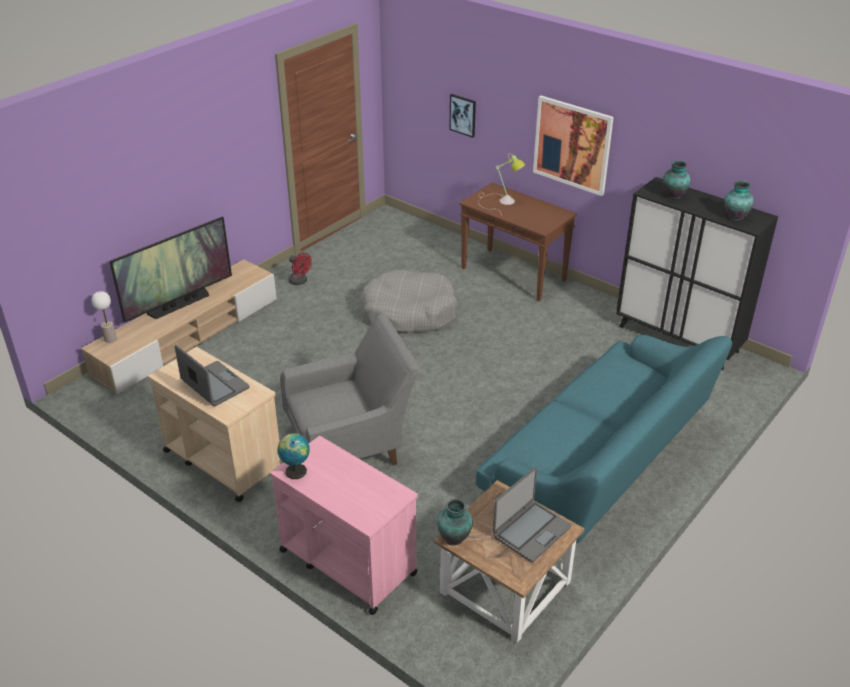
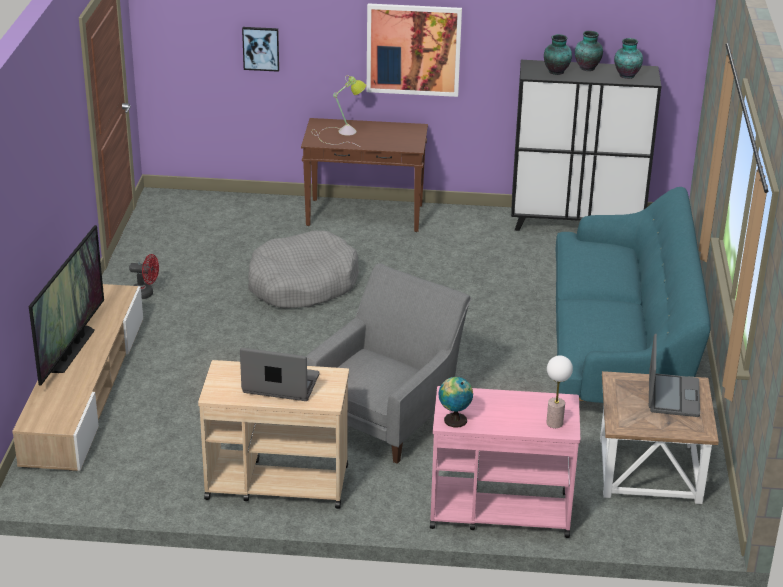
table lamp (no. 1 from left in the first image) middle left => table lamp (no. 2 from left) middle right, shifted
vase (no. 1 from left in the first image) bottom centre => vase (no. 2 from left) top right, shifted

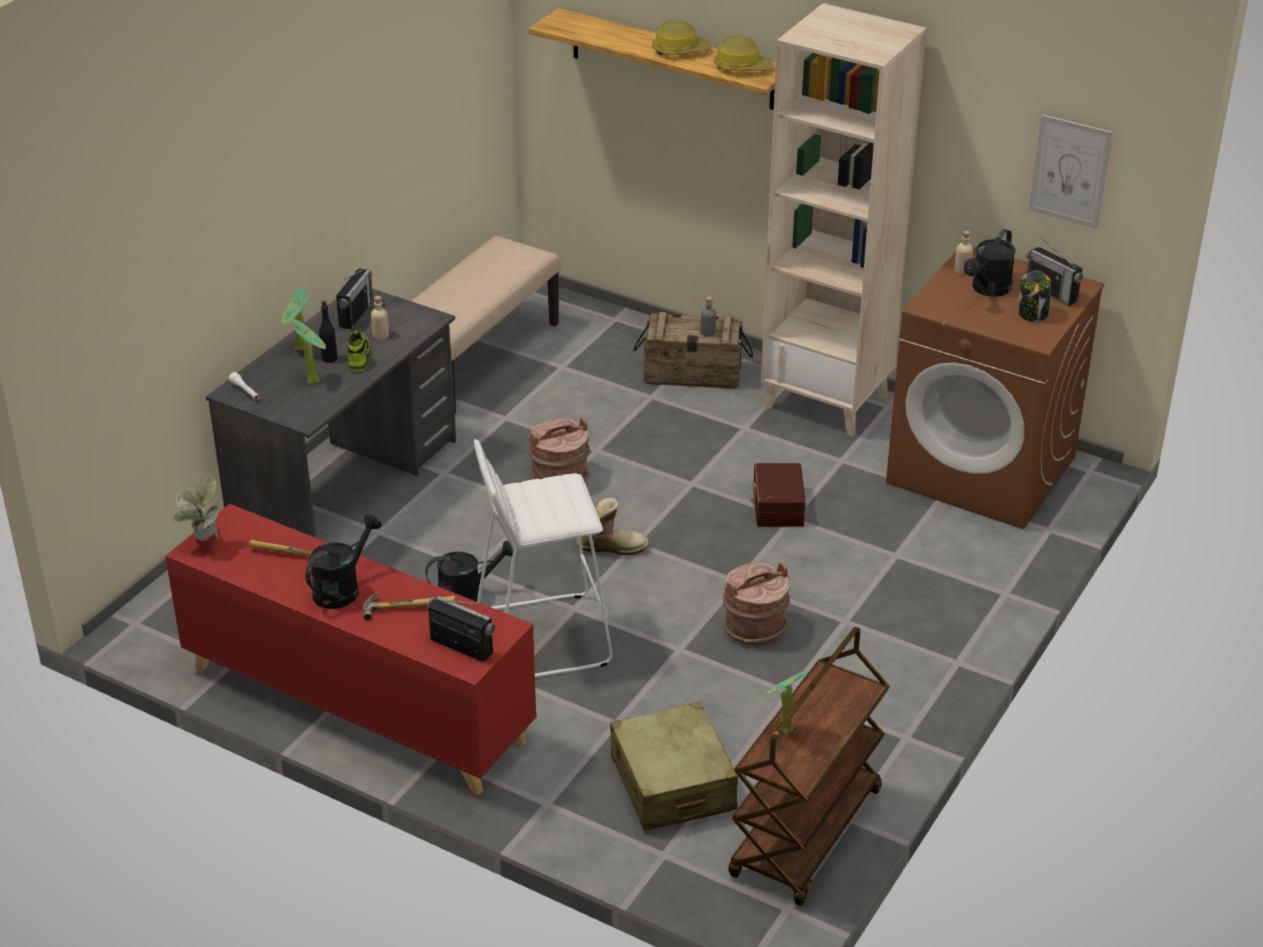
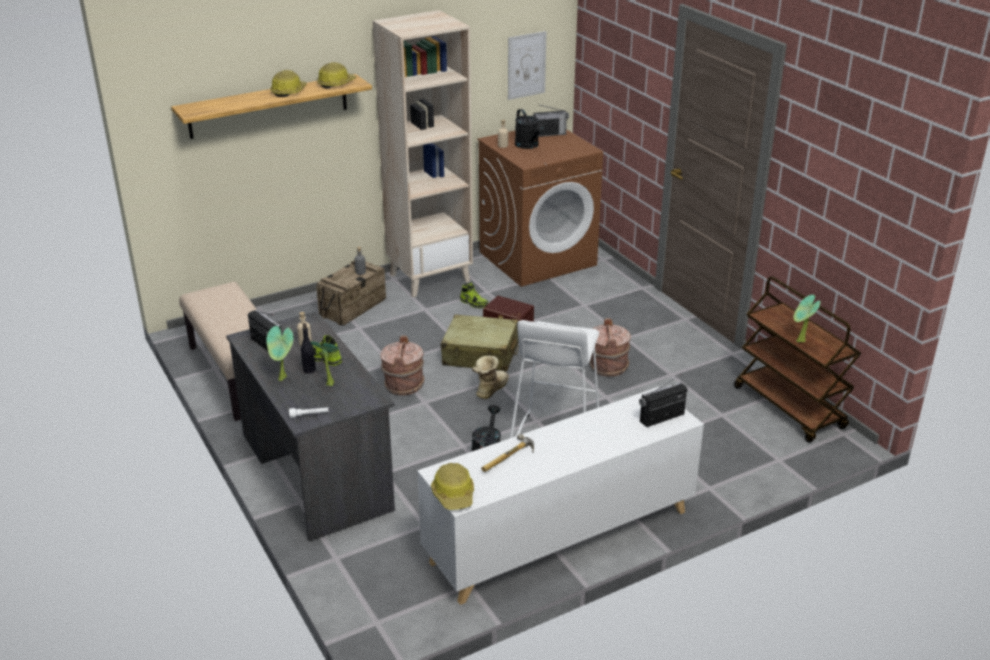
red cabinet bottom left => white cabinet bottom centre
potted plant (no. 1 from left) middle left => hard hat (no. 3 from left) bottom centre
black watering can (no. 1 from left) middle left => nothing
hammer (no. 2 from left) middle left => nothing
beige suitcase bottom centre => beige suitcase centre, shifted
jar top right => nothing
nothing => shoe (no. 2 from left) centre

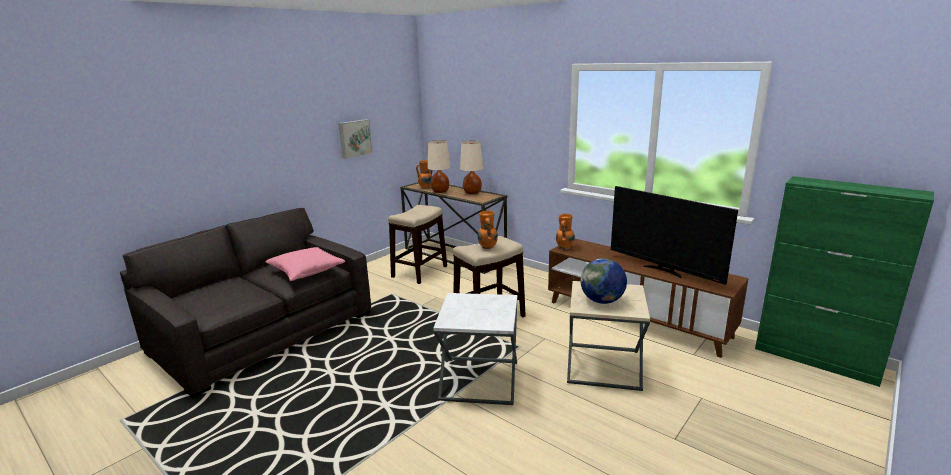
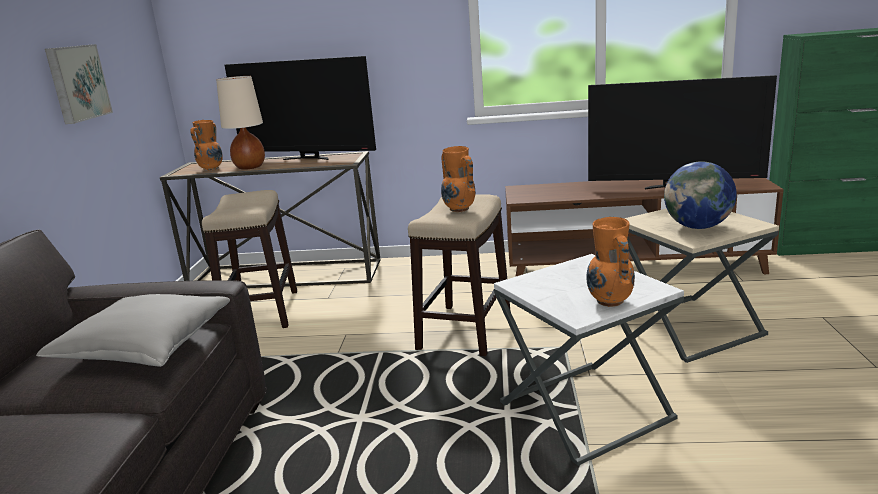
pink pillow middle left => grey pillow bottom left
beige table lamp (no. 2 from left) centre => television (no. 1 from left) top centre
orange vase (no. 3 from left) centre => orange vase (no. 3 from left) middle right, shifted

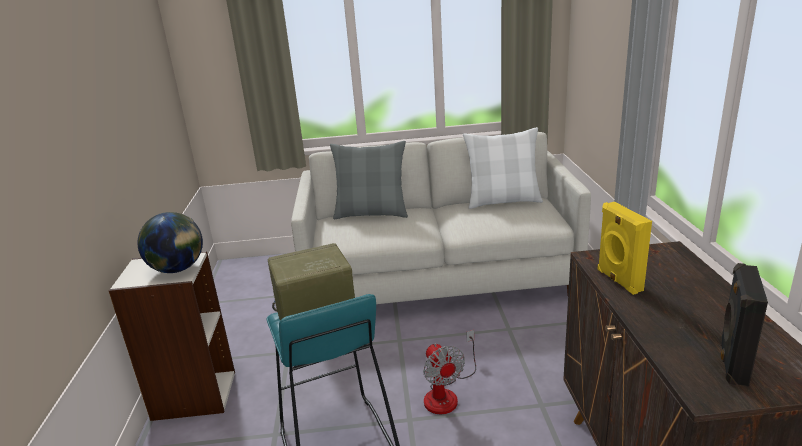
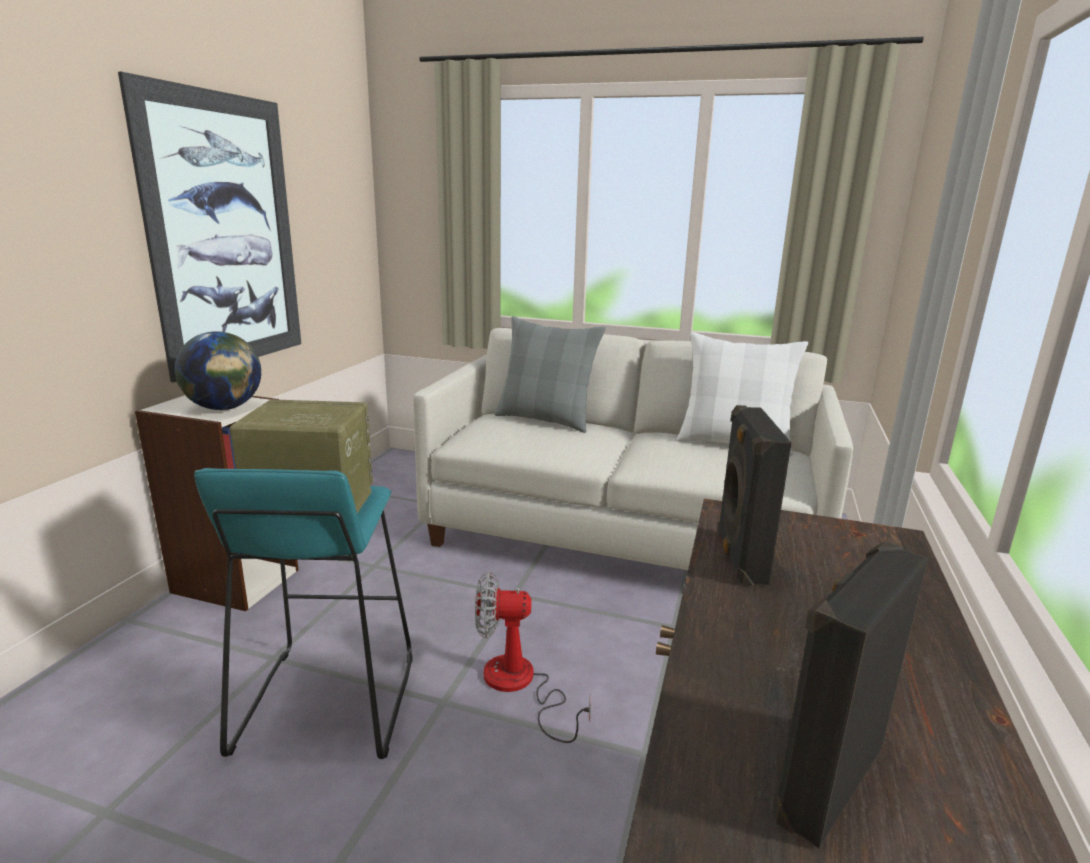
fan bottom centre, 90 degrees clockwise
yellow speaker middle right => black speaker (no. 1 from left) middle right
nothing => picture top left

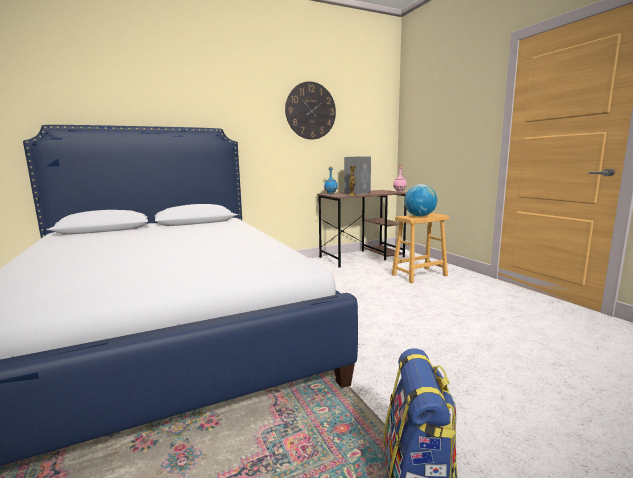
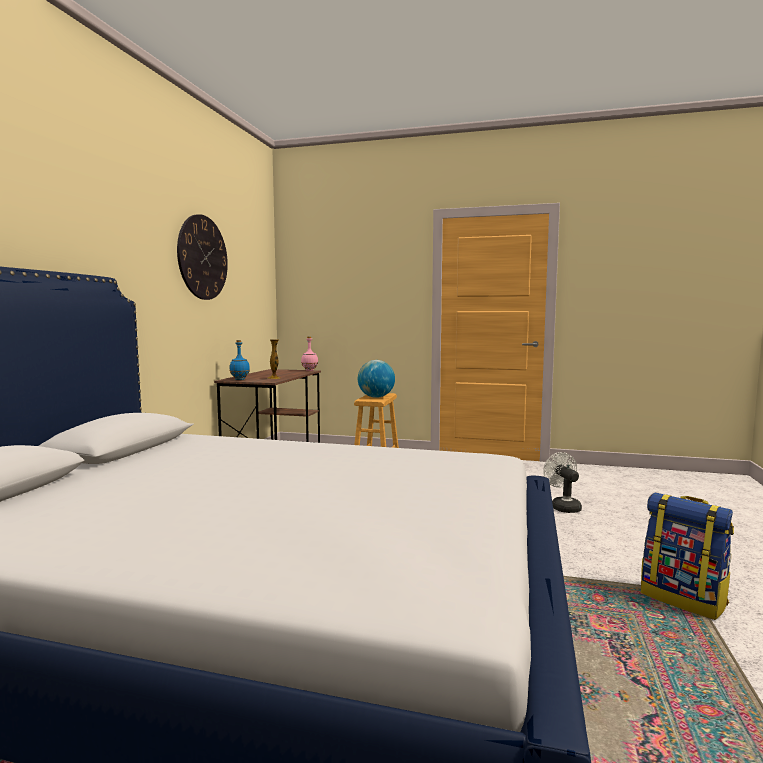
grey speaker centre => nothing
nothing => white fan middle right

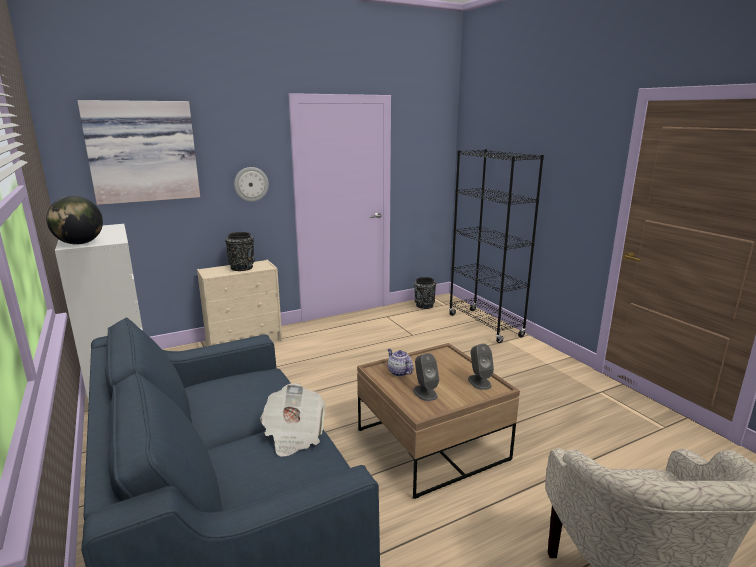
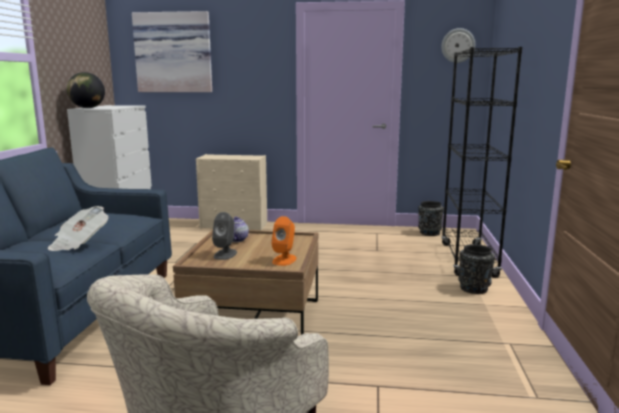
black vase (no. 1 from left in the first image) middle left => black vase (no. 2 from left) middle right, shifted
wall clock top left => wall clock top right, shifted
grey speaker (no. 2 from left) centre => orange speaker centre

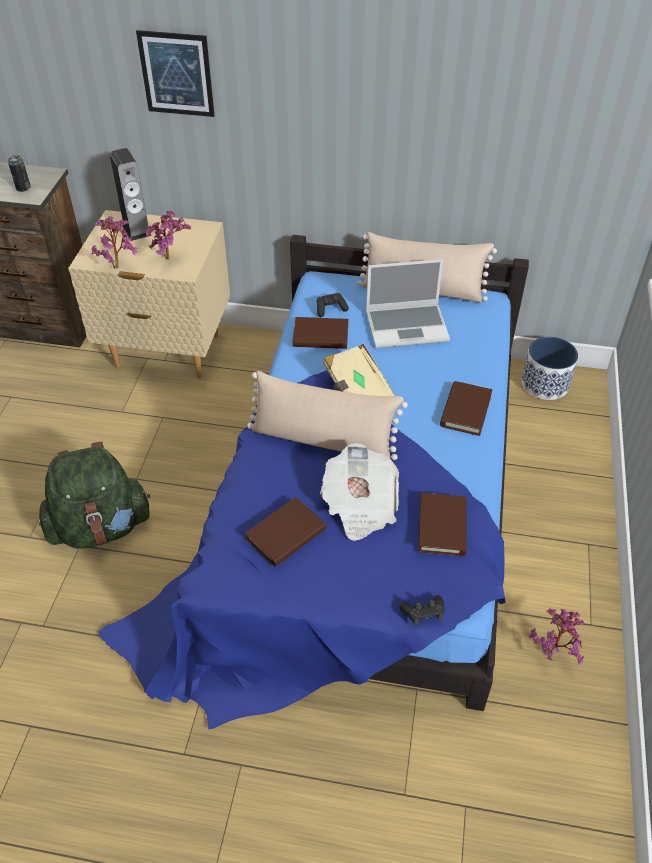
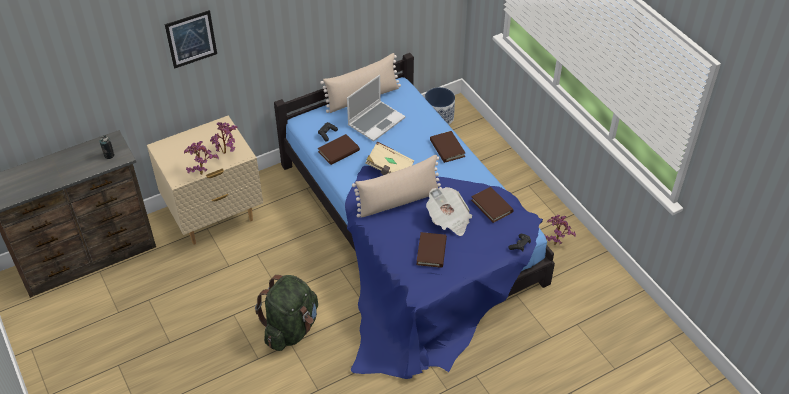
speaker top left => nothing

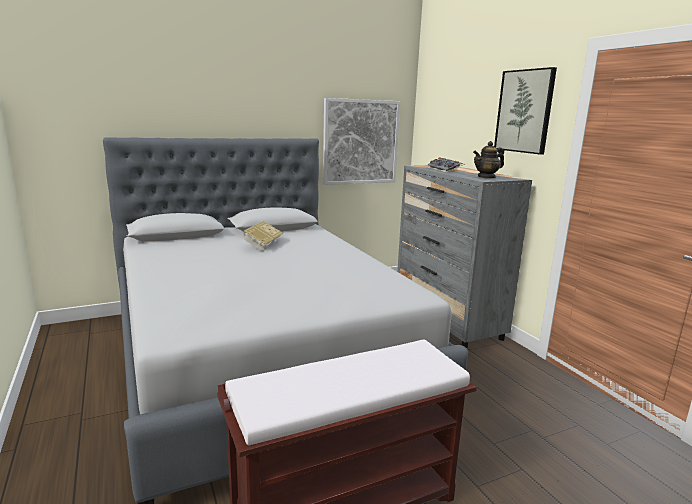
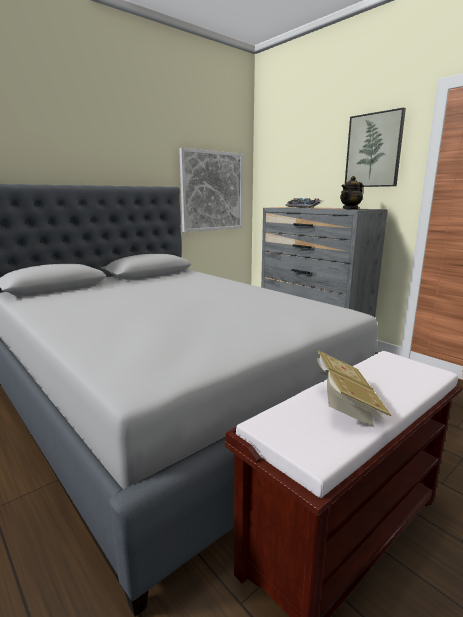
book centre => book middle right, shifted

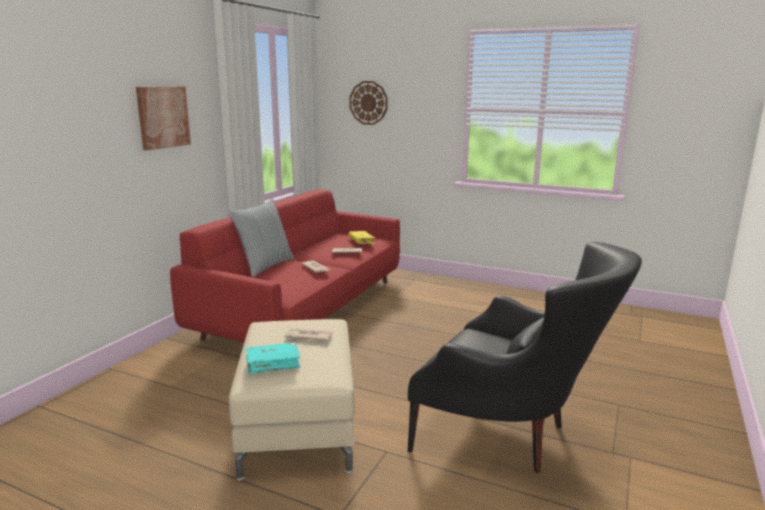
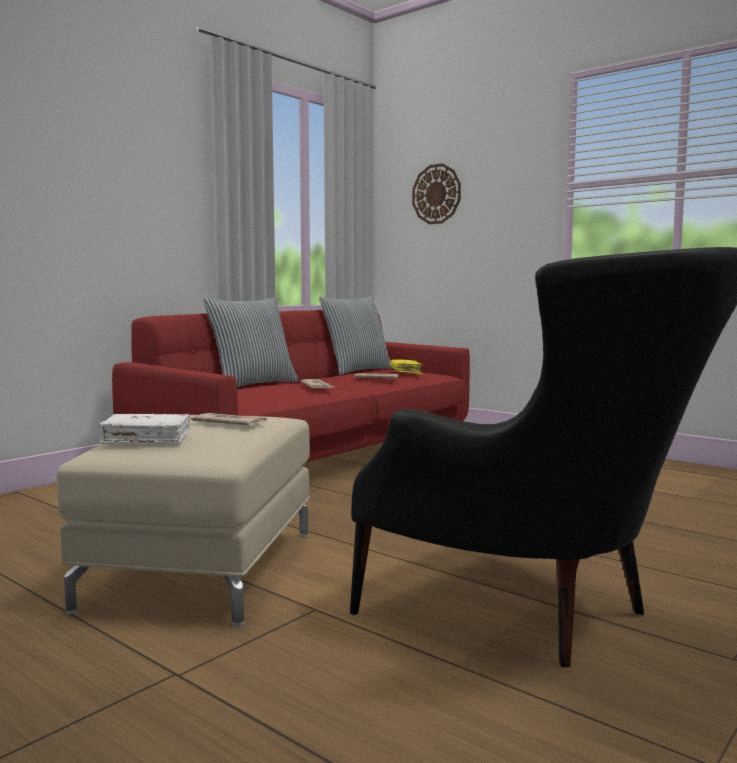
picture top left => nothing
turquoise book bottom centre => white book middle left
nothing => pillow (no. 2 from left) centre

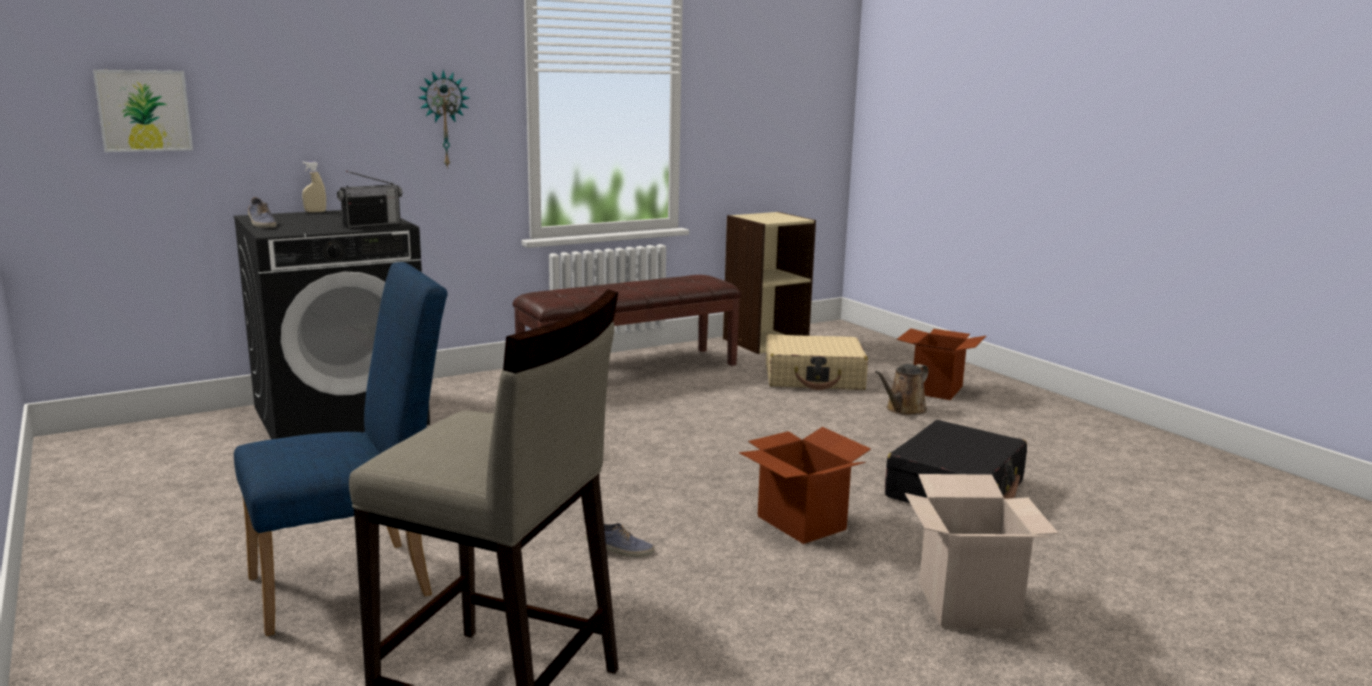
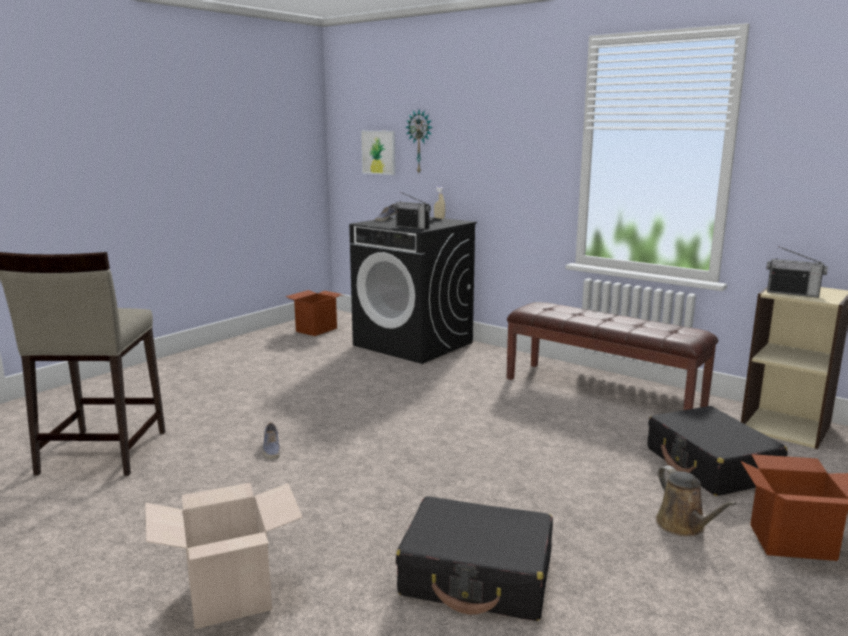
blue chair middle left => nothing
wall clock top left => wall clock top centre, shifted
cardboard box (no. 1 from left in the first image) bottom centre => cardboard box (no. 2 from left) centre, shifted
beige suitcase centre => black suitcase (no. 2 from left) bottom right
brown watering can centre => brown watering can bottom right, 135 degrees counterclockwise
nothing => radio (no. 2 from left) middle right

